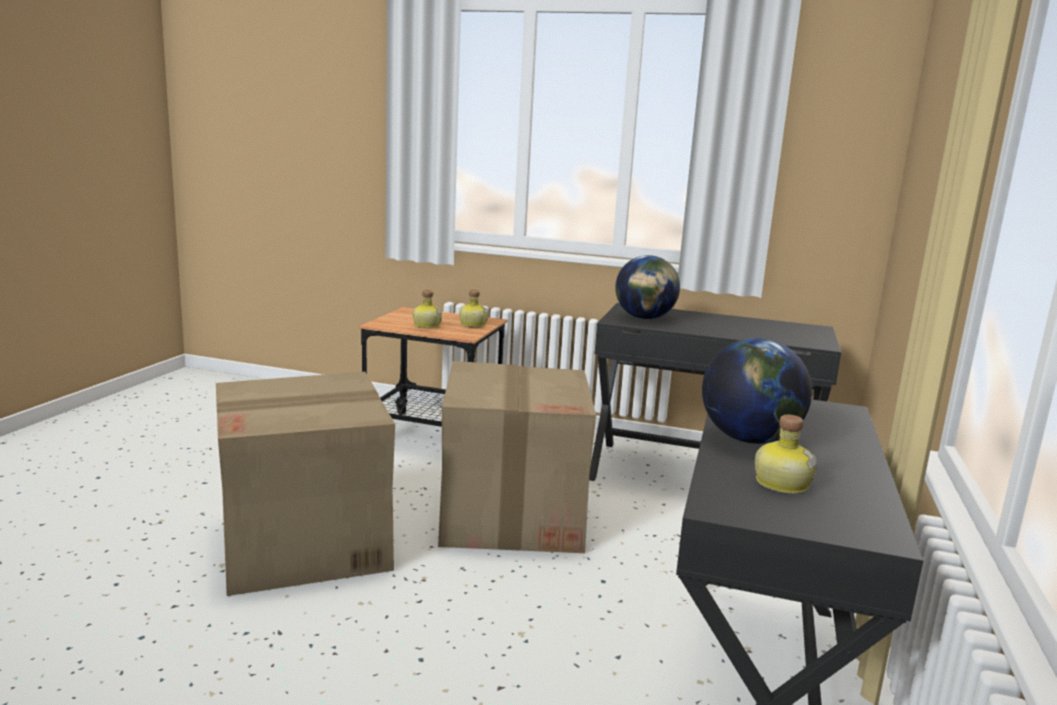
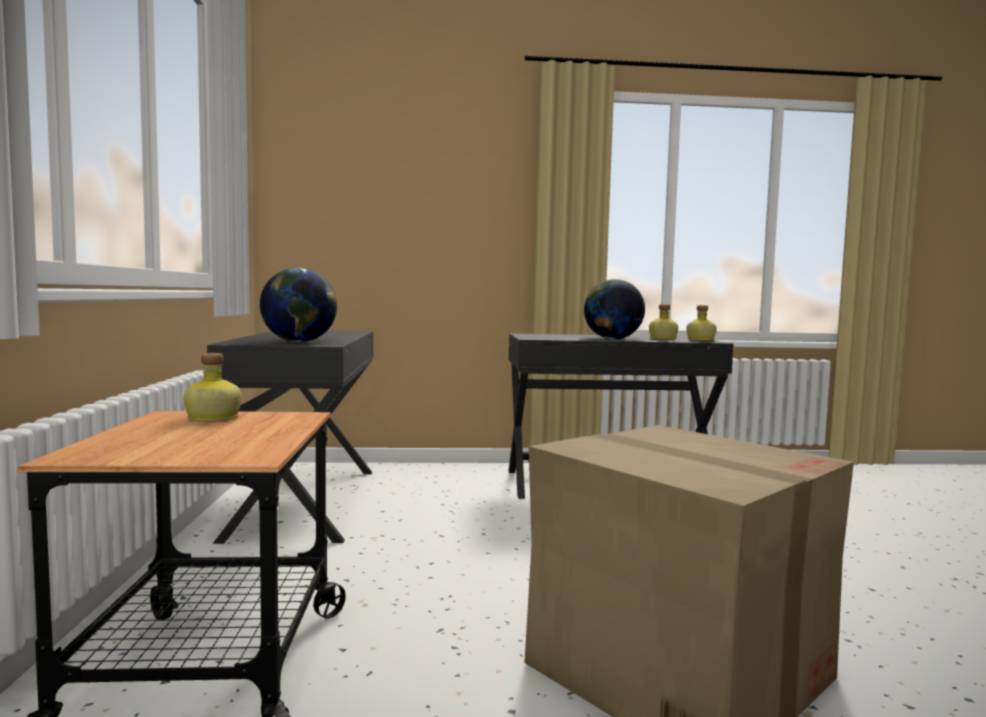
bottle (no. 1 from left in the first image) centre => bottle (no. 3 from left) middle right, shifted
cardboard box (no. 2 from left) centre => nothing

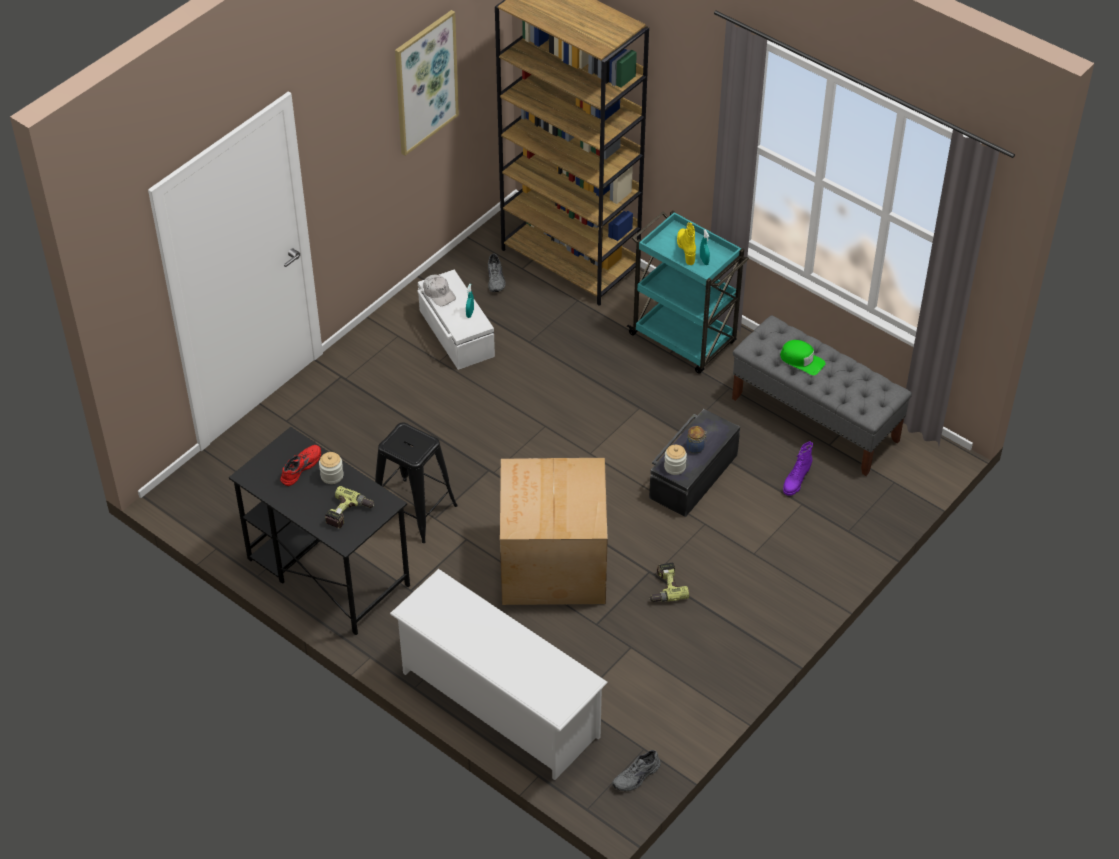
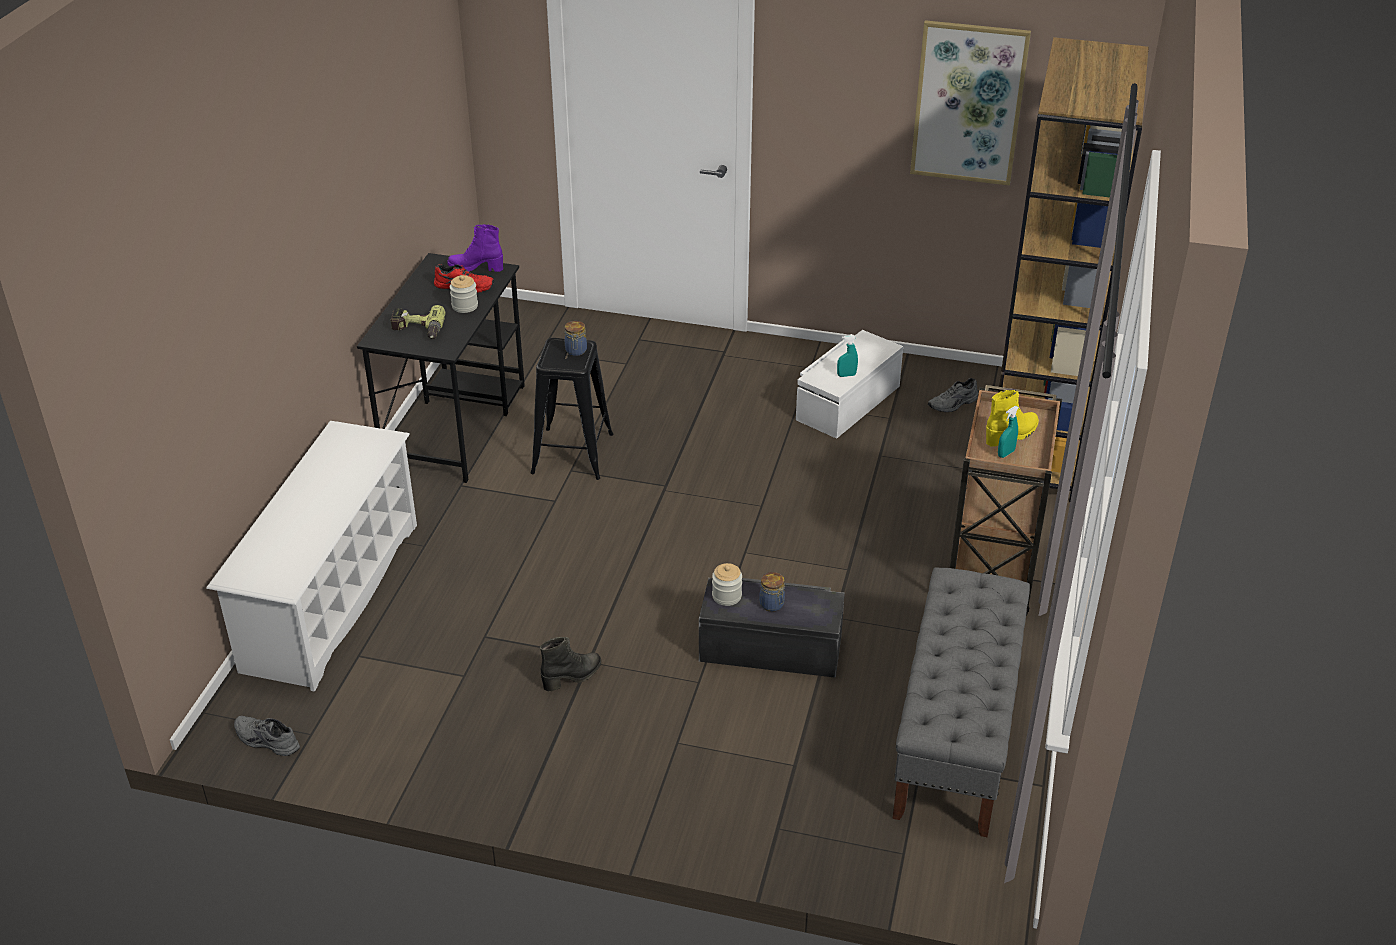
white cap centre => nothing
cardboard box centre => nothing
turquoise cart centre => brown cart middle right
power drill (no. 2 from left) bottom centre => black boot bottom centre
green cap middle right => nothing
purple boot middle right => purple boot top centre, shifted
nothing => jar (no. 2 from left) centre

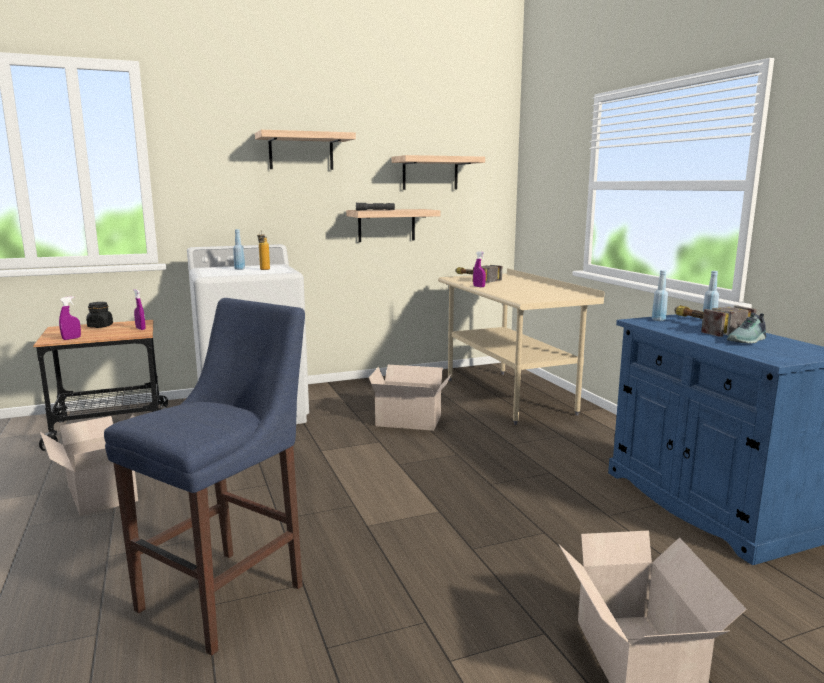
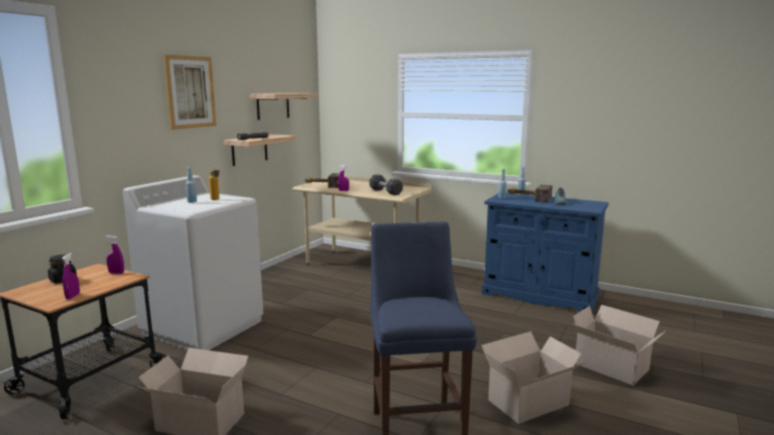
shelf (no. 1 from left) top centre => picture top left
cardboard box (no. 2 from left) centre => cardboard box (no. 2 from left) bottom right, shifted
nothing => black dumbbell centre

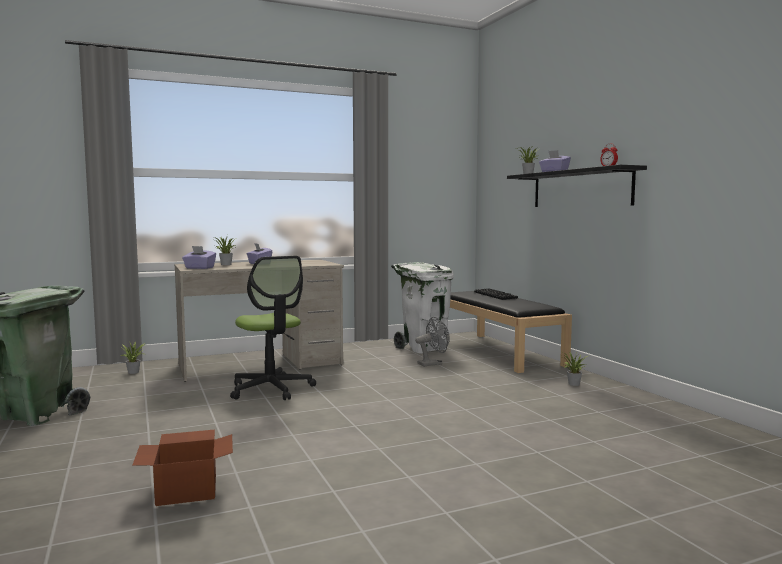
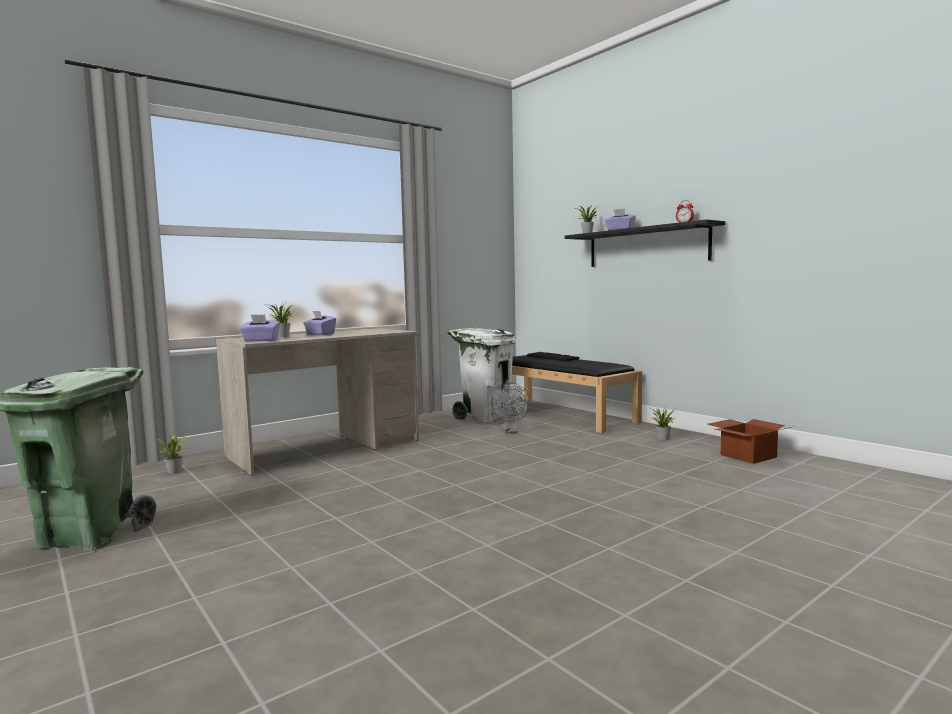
cardboard box bottom left => cardboard box middle right, shifted
office chair centre => nothing
grey fan centre, 120 degrees clockwise

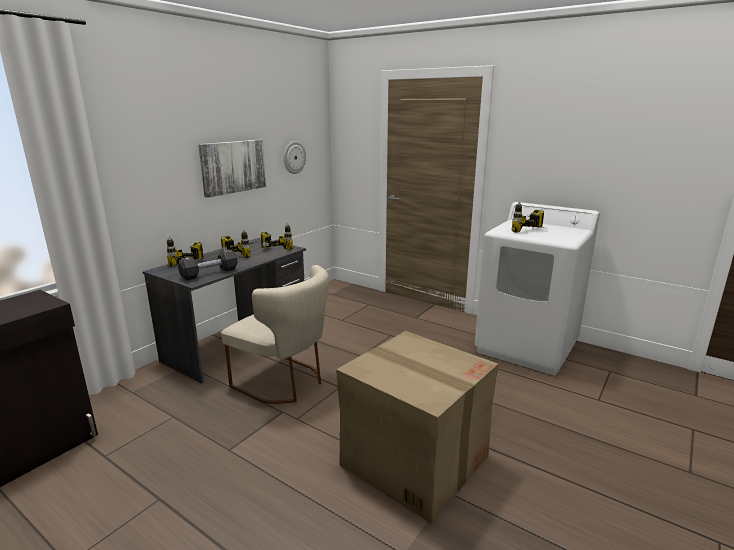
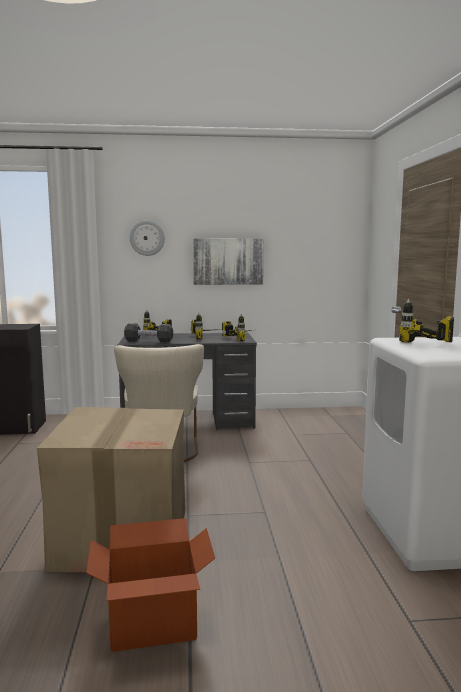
wall clock top centre => wall clock middle left, shifted
nothing => cardboard box (no. 2 from left) bottom left

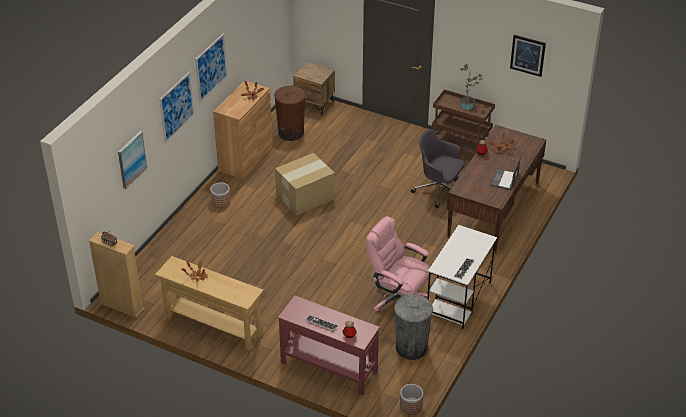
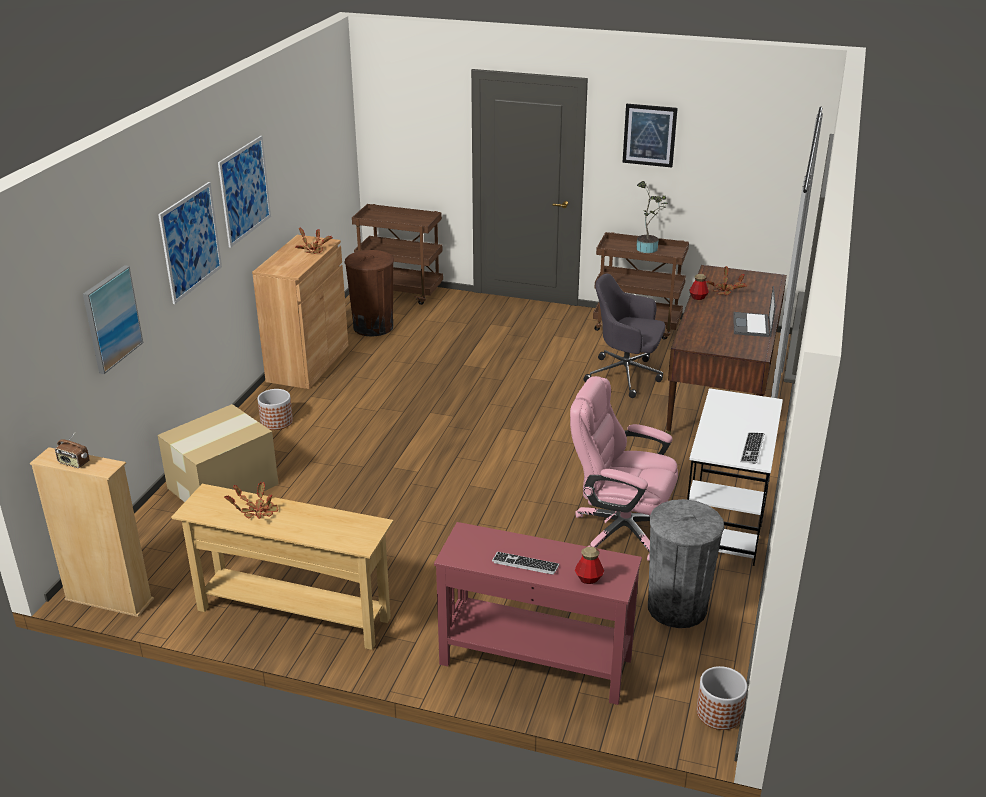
cardboard box centre => cardboard box middle left, shifted
brown nightstand top centre => brown cart (no. 1 from left) top centre
picture (no. 4 from left) top right => picture (no. 4 from left) top centre, shifted

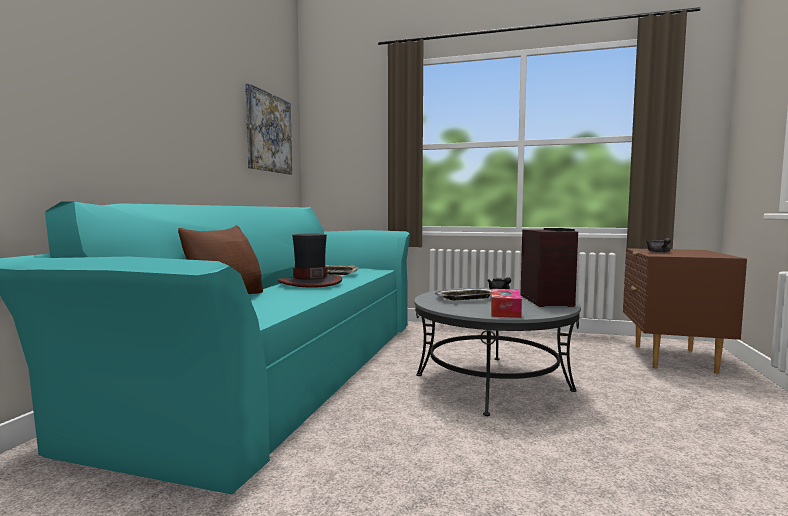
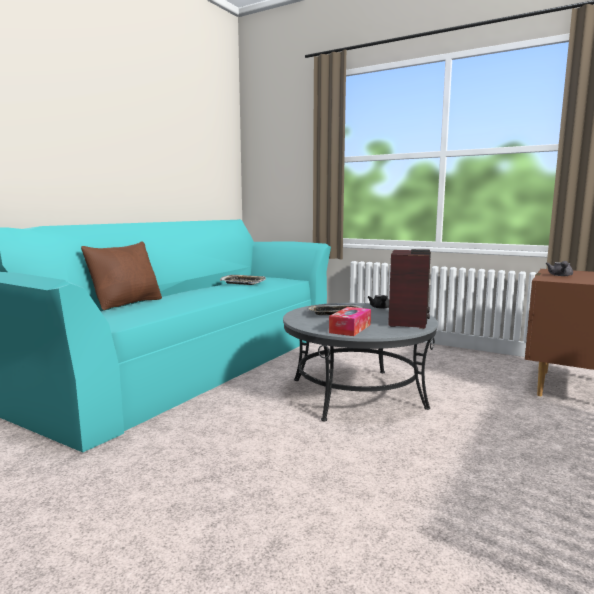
picture top centre => nothing
hat centre => nothing

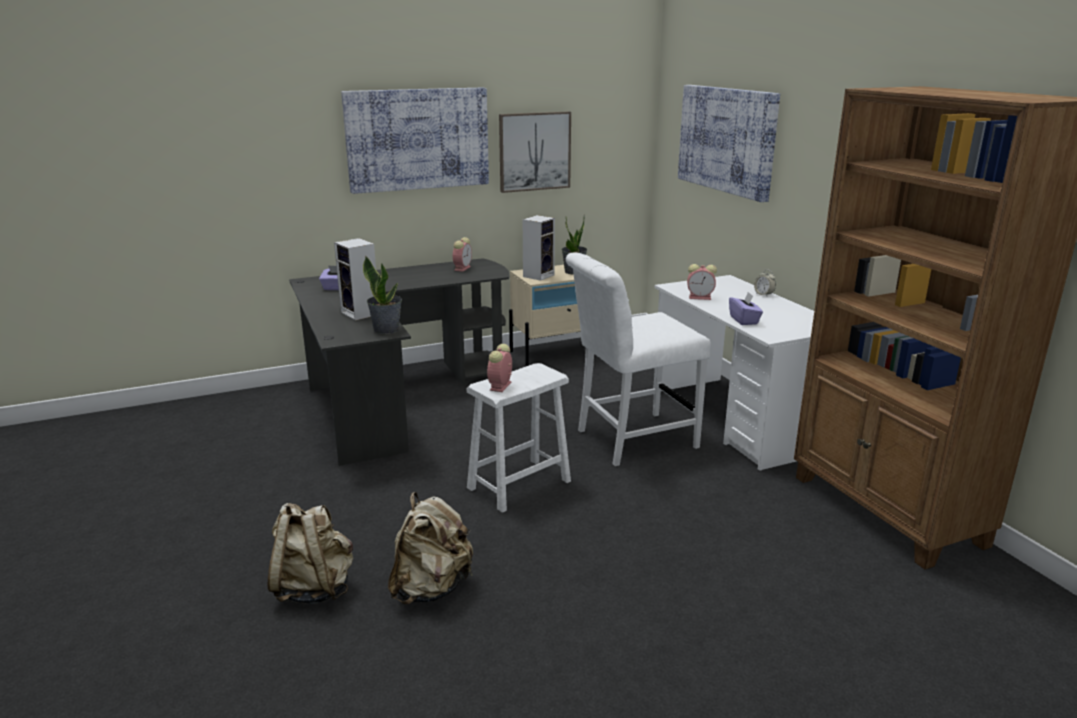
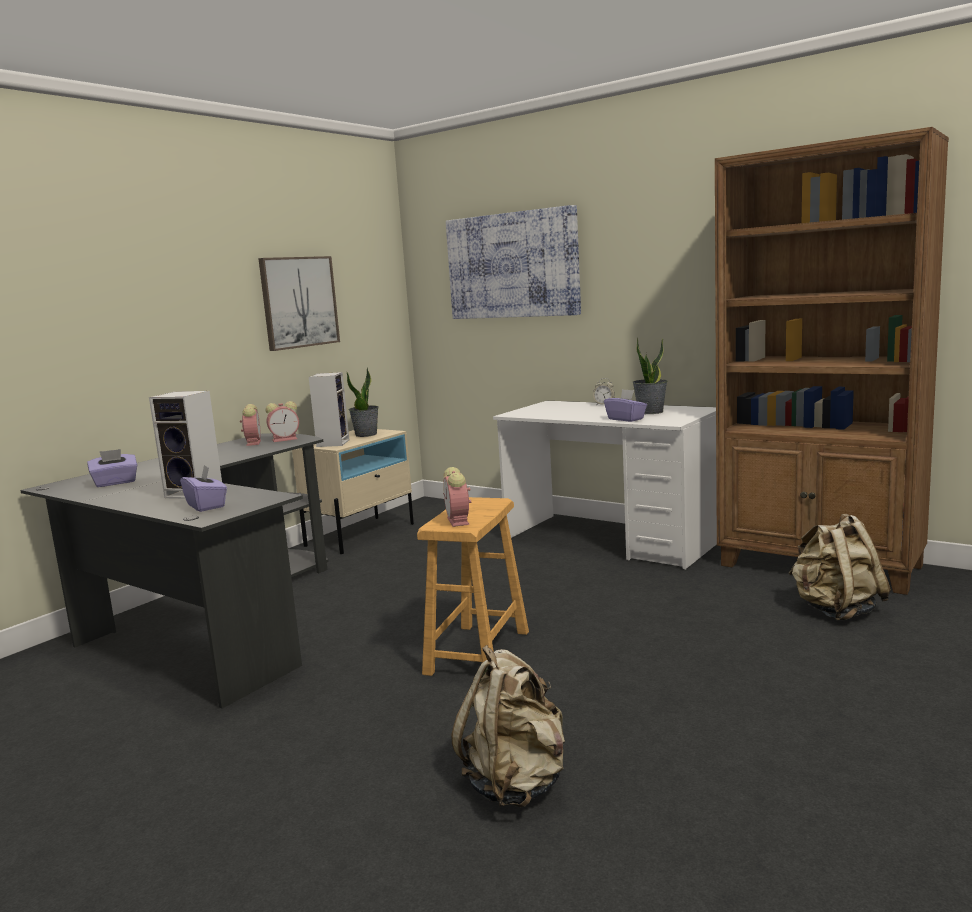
beige backpack (no. 1 from left in the first image) bottom left => beige backpack (no. 2 from left) middle right, shifted
picture (no. 1 from left) top centre => nothing
potted plant (no. 1 from left in the first image) centre => potted plant (no. 2 from left) middle right, shifted
white stool centre => brown stool centre
white chair centre => nothing
alarm clock (no. 3 from left in the first image) centre => alarm clock (no. 2 from left) middle left, shifted
nothing => purple tissue box (no. 2 from left) middle left

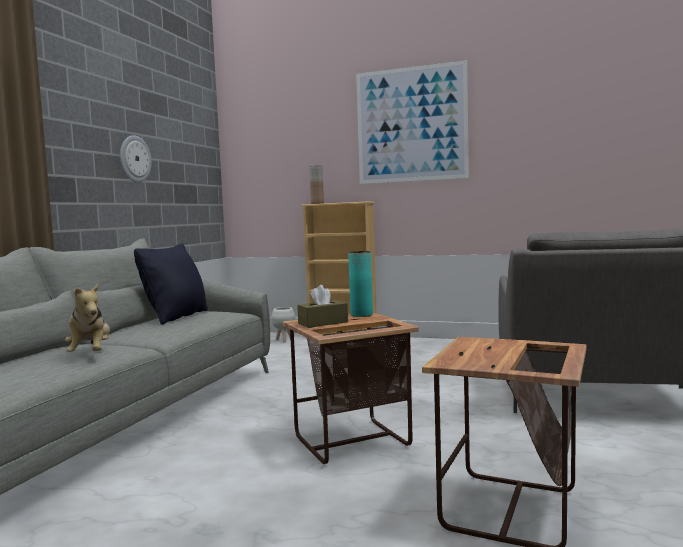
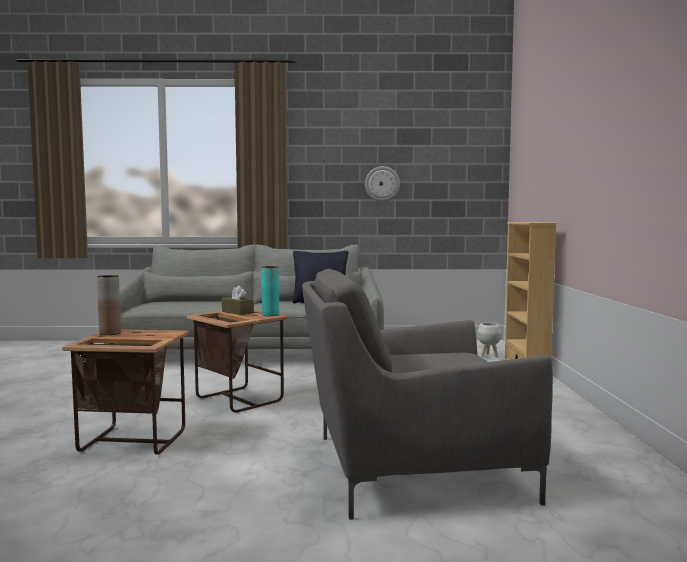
plush toy middle left => nothing
brown vase centre => brown vase middle left, shifted
picture top centre => nothing

